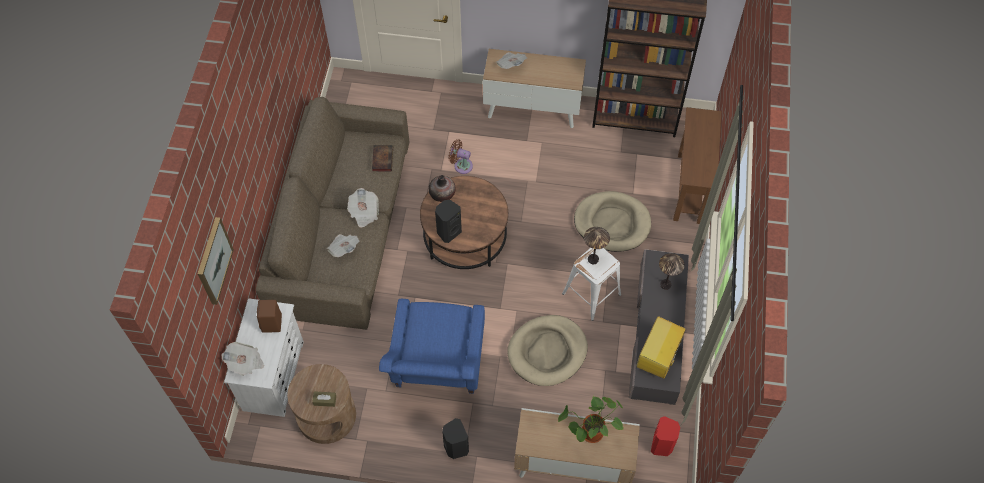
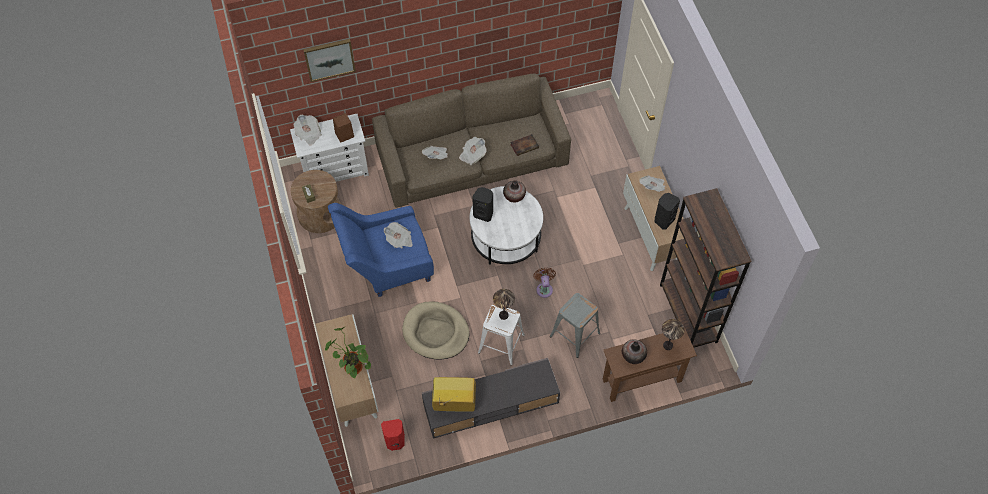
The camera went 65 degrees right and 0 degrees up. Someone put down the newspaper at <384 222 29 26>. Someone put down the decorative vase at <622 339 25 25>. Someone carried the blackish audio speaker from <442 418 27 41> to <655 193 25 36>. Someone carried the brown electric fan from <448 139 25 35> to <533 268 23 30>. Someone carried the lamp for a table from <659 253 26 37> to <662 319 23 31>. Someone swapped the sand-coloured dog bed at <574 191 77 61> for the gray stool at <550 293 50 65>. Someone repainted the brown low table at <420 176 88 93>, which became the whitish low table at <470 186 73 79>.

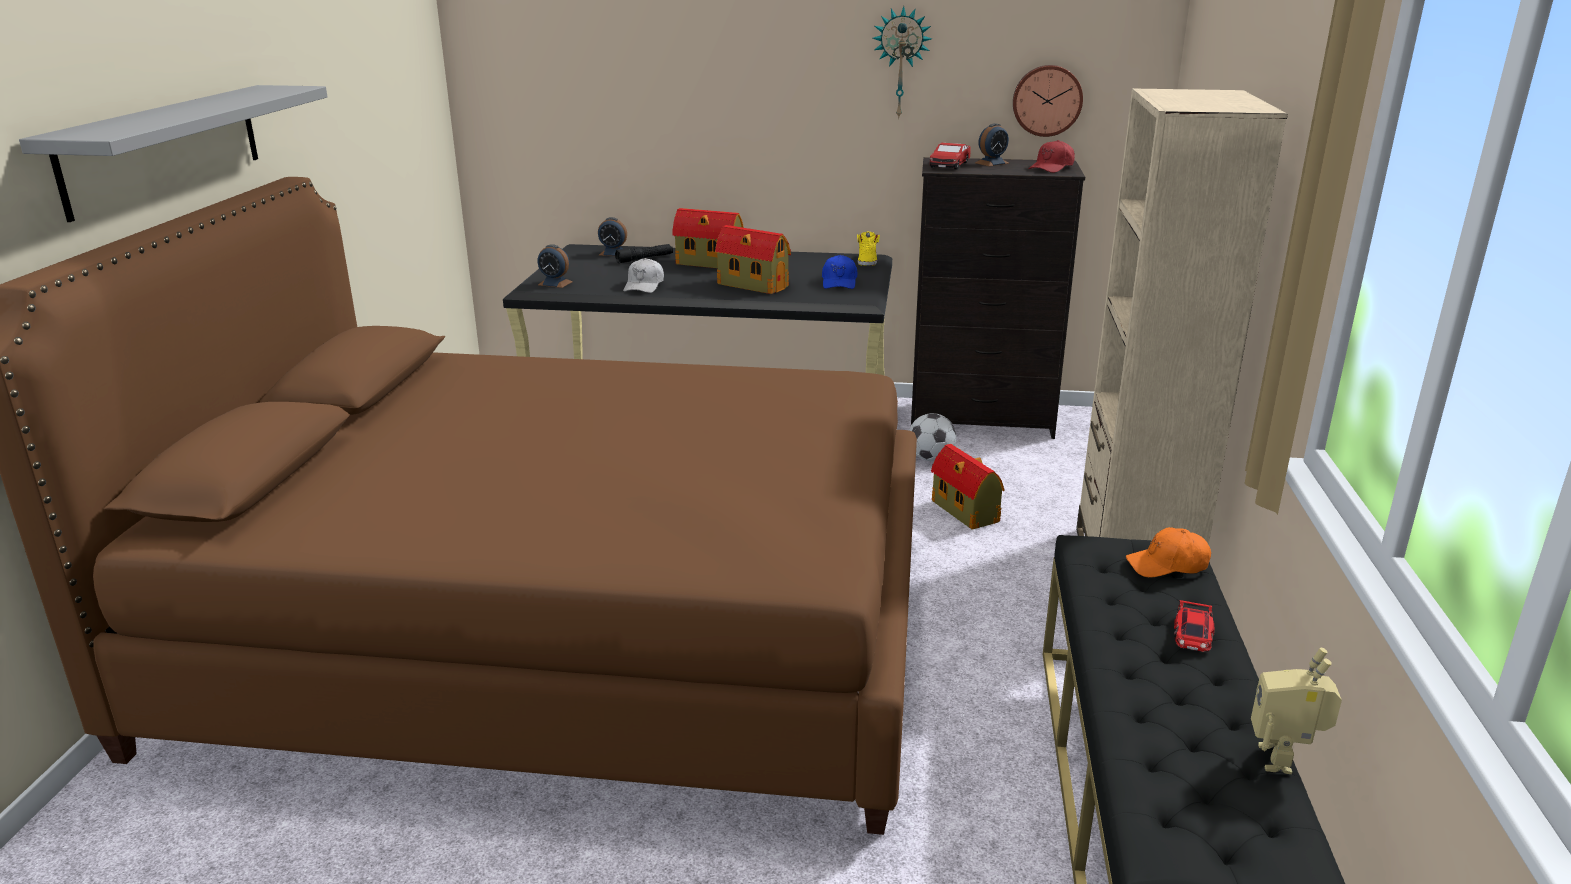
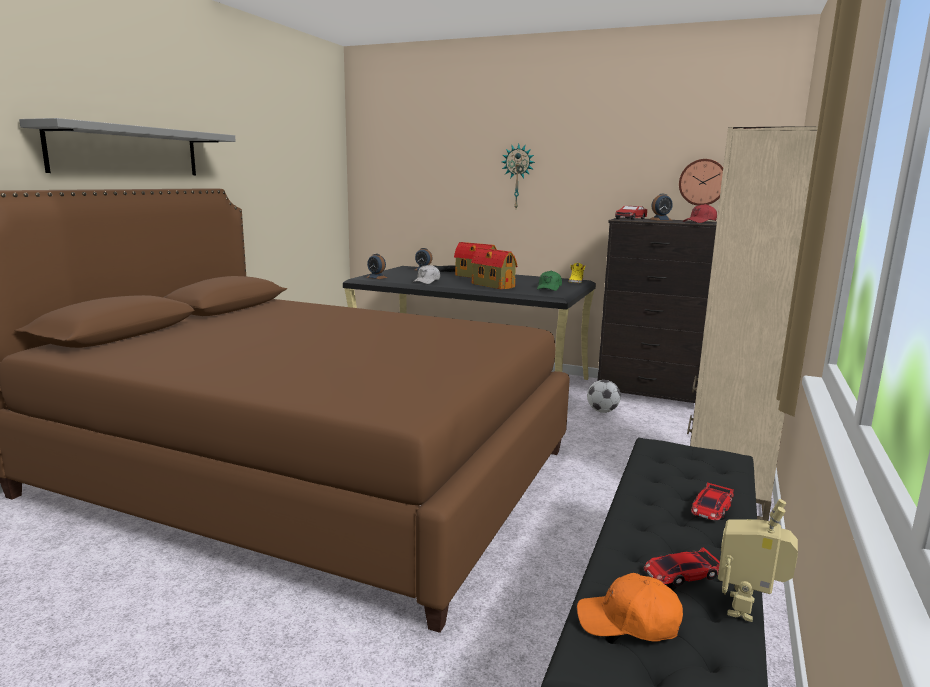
The camera went 15 degrees right and 10 degrees down. Someone took away the toy house at <931 444 74 86>. Someone put down the miniature car at <644 548 76 38>. Someone carried the hanging clock from <873 6 59 114> to <502 144 33 64>. Someone carried the orange peaked cap from <1126 527 85 50> to <577 573 106 69>. Someone repainted the blue peaked cap at <822 255 35 34>, which became the green peaked cap at <537 270 25 21>.

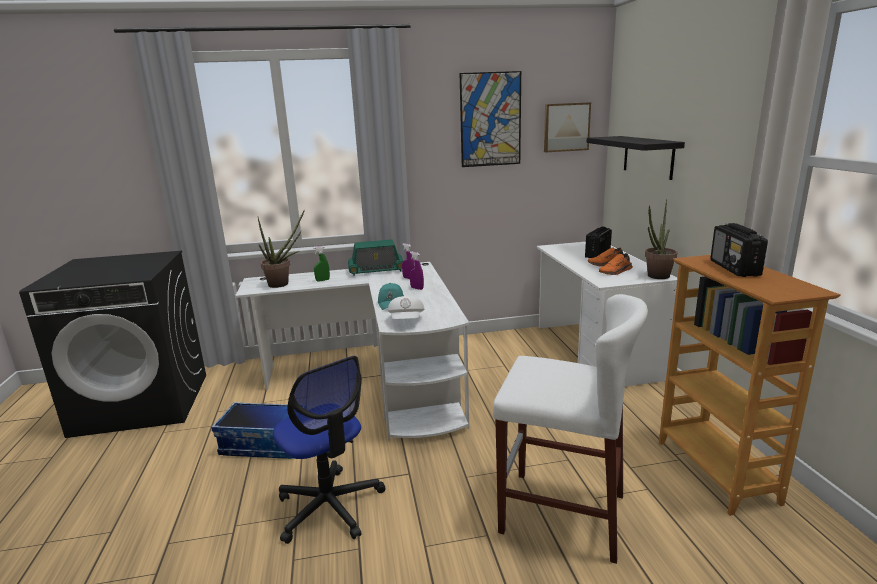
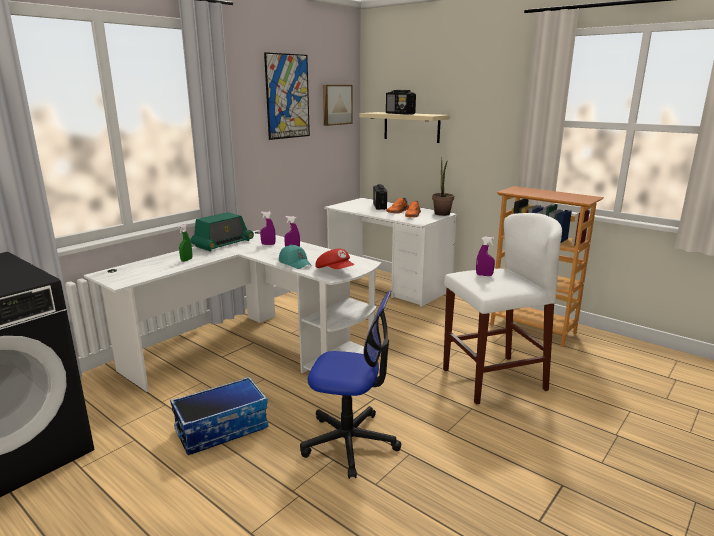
The camera went 40 degrees left and 0 degrees up. Someone took away the plant in a pot at <258 209 47 79>. Someone put down the purplish spray bottle at <476 237 19 39>. Someone carried the radio set from <710 223 58 54> to <386 90 30 25>. Someone repainted the whitish peaked cap at <388 296 36 23>, which became the reddish peaked cap at <316 248 39 21>. Someone repainted the blackish shelf at <586 136 99 44>, which became the sand-coloured shelf at <359 112 91 31>.

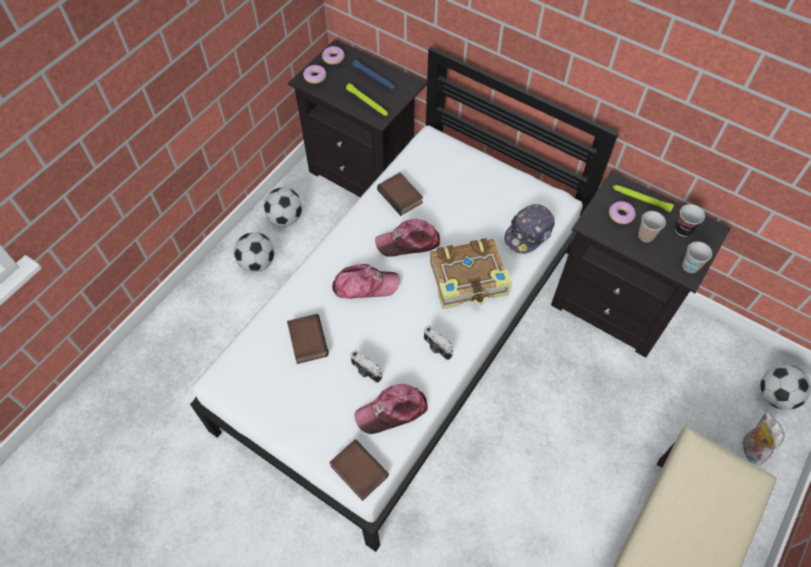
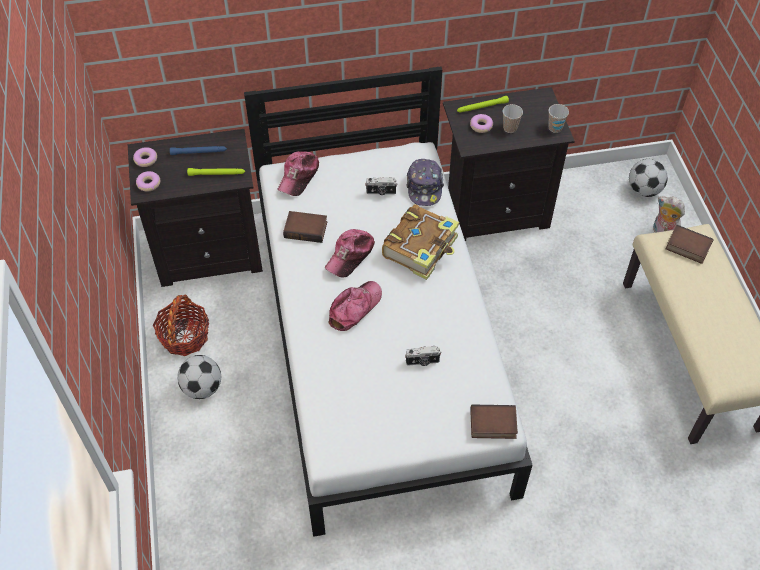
The camera went 45 degrees left and 5 degrees down. Someone took away the cup at <675 204 30 33>. Someone carried the bound book from <287 314 42 50> to <665 225 49 39>. Someone carried the peaked cap from <354 384 74 50> to <278 151 41 45>. Someone carried the photo camera from <424 326 29 34> to <365 177 33 18>. Someone swapped the football ball at <264 188 38 38> for the household basket at <153 295 56 61>.

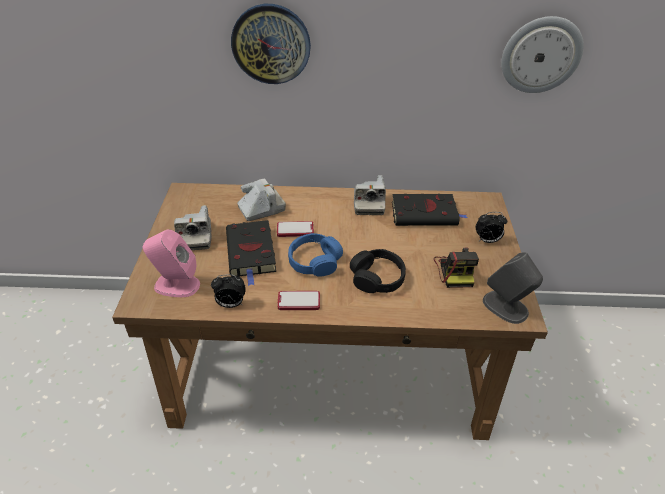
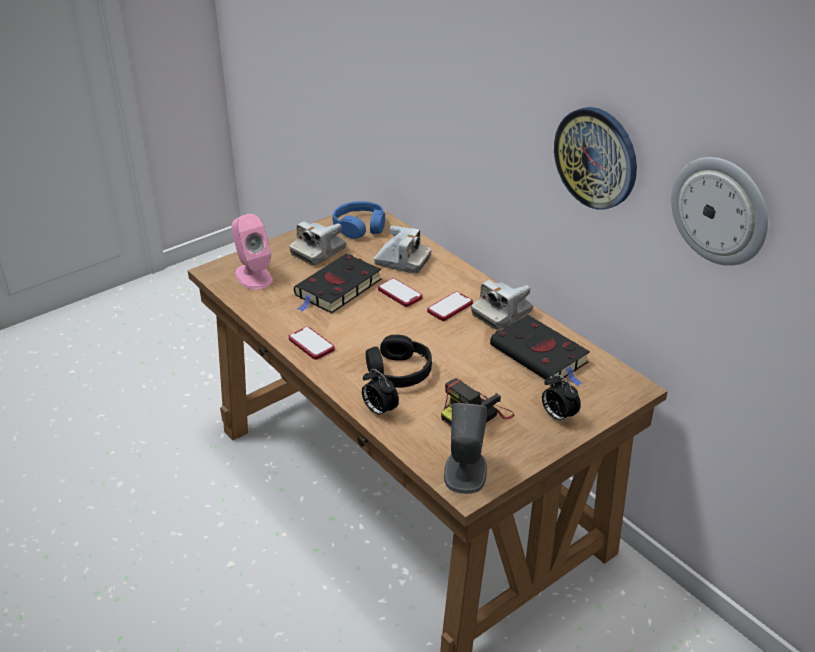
The camera went 50 degrees right and 5 degrees down. Someone put down the telephone at <427 291 46 30>. Someone carried the alarm clock from <211 275 35 33> to <362 369 37 49>. Someone carried the hanging clock from <231 4 80 80> to <554 107 83 103>. Someone carried the blue headphones from <288 233 55 44> to <333 201 52 38>.

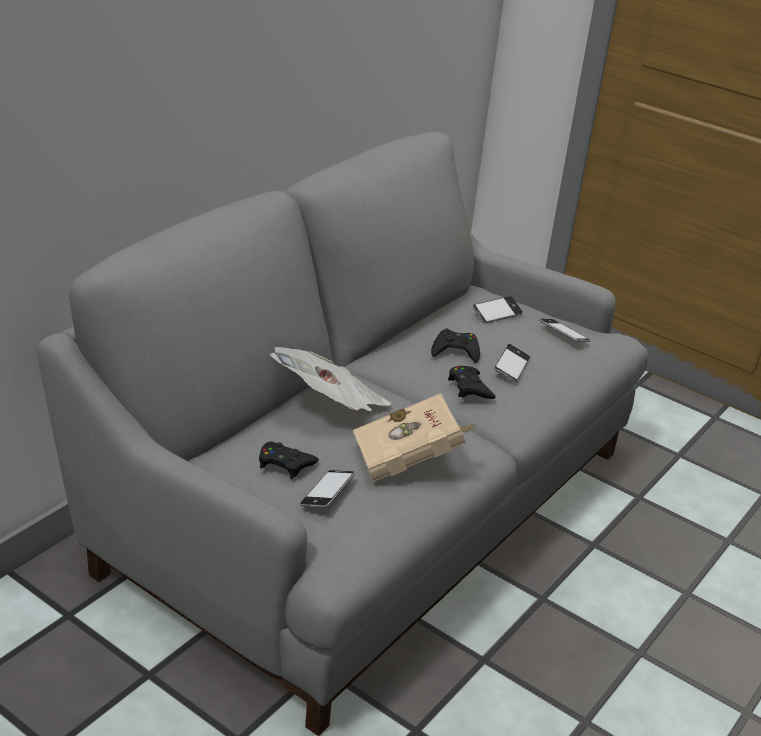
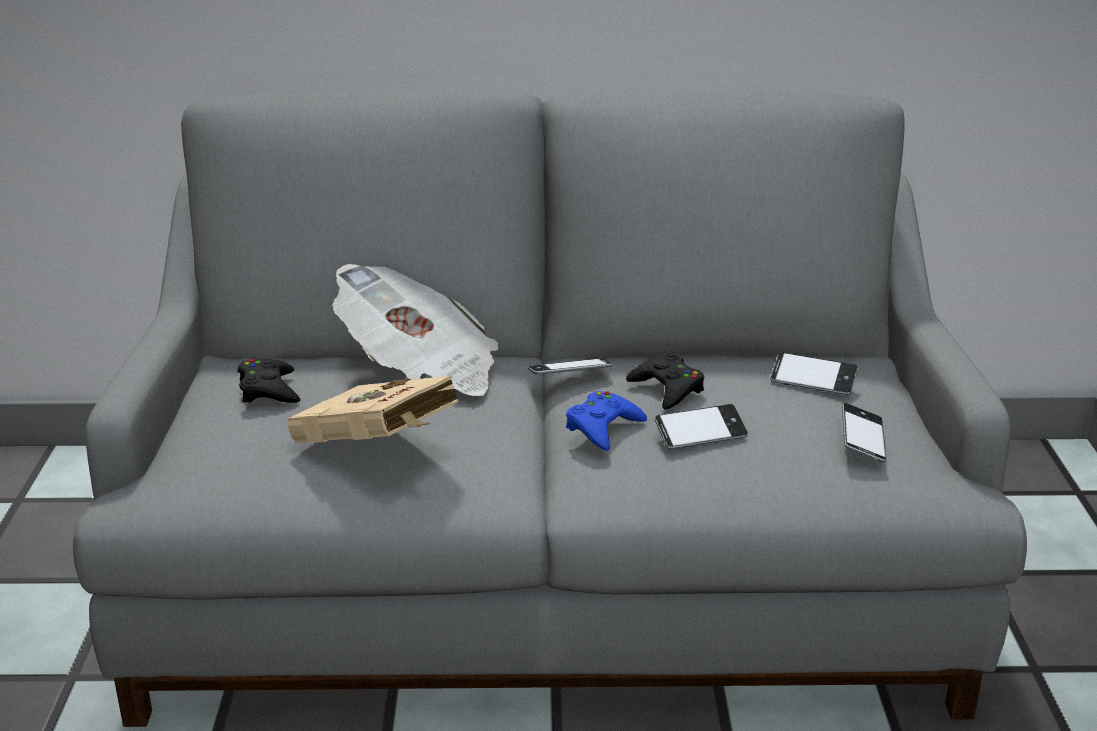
The camera went 55 degrees right and 5 degrees down. Someone carried the telephone from <300 470 55 38> to <528 358 84 16>. Someone repainted the blackish gamepad at <448 366 48 33>, which became the blue gamepad at <566 391 81 60>.

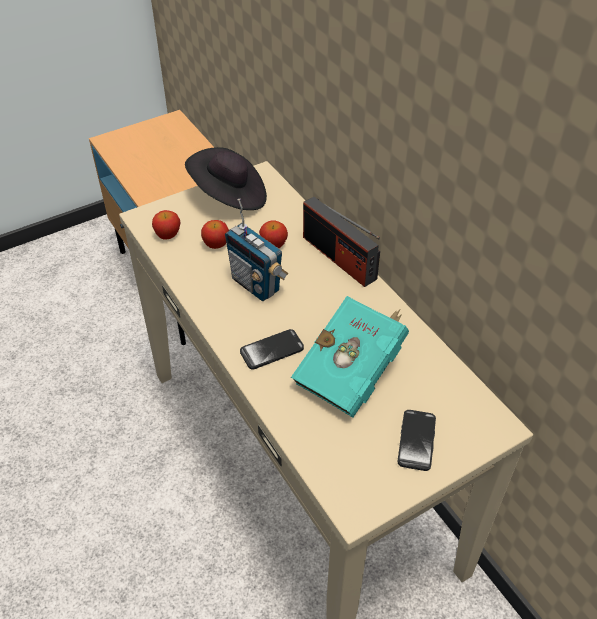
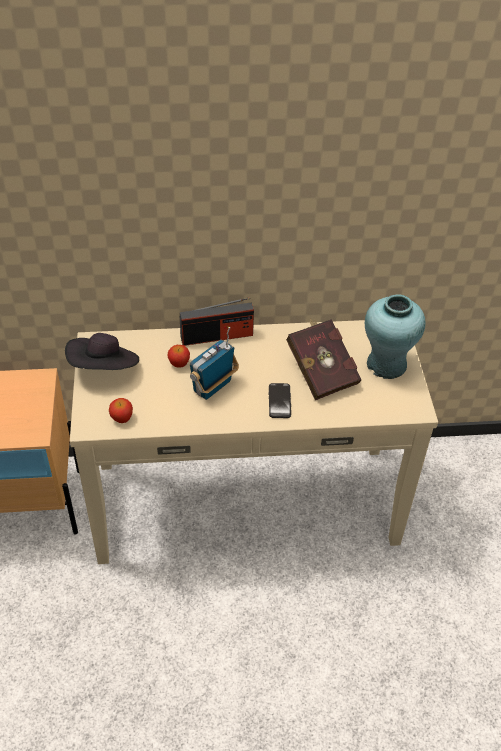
The camera went 65 degrees left and 0 degrees up. Someone took away the apple at <201 220 28 29>. Someone swapped the telephone at <397 410 39 61> for the turquoise decorative vase at <365 295 60 84>. Someone repainted the turquoise bound book at <291 296 118 122>, which became the reddish bound book at <286 318 75 82>. Someone rotated the radio set at <225 199 64 102> by 150 degrees clockwise.

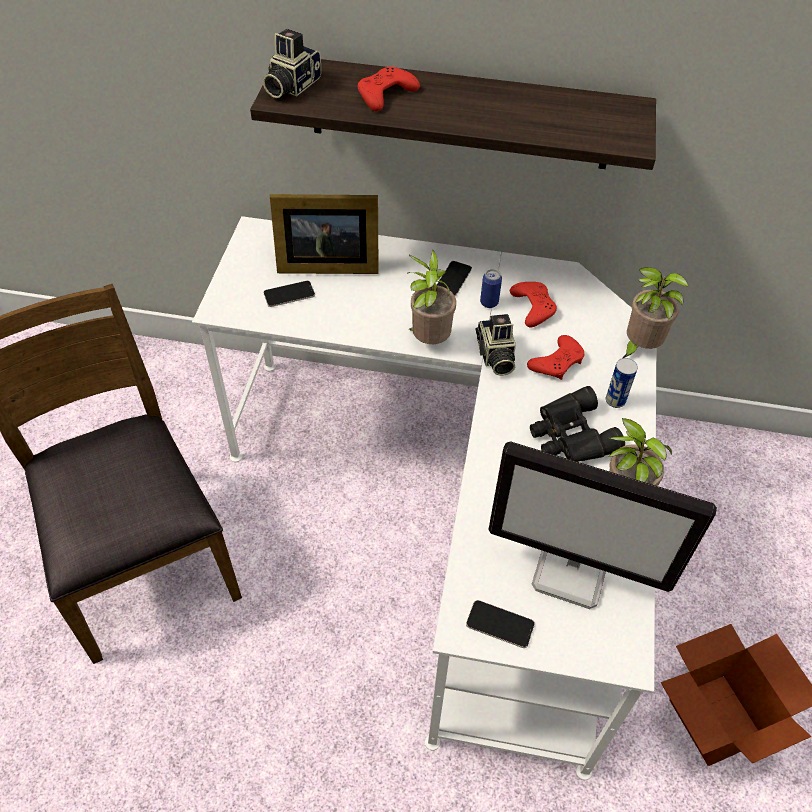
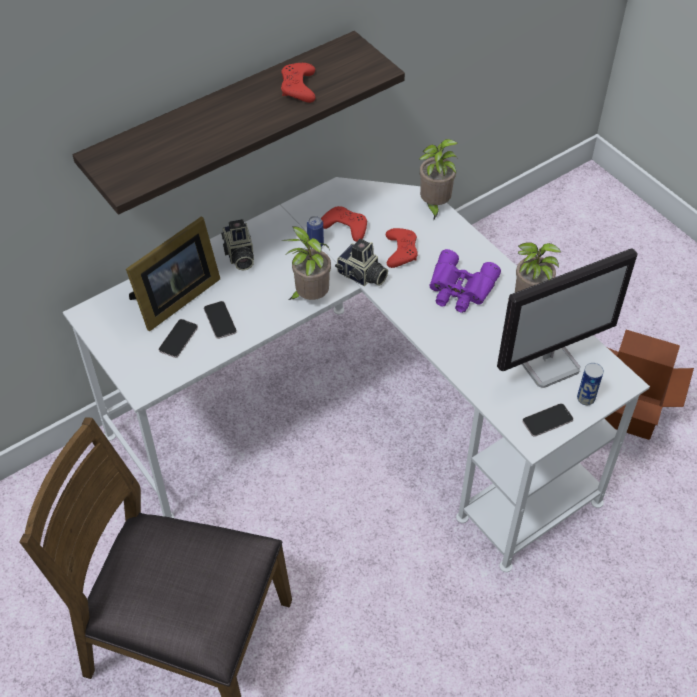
The camera went 45 degrees left and 0 degrees up. Someone carried the photo camera from <263 29 58 69> to <221 219 33 52>. Someone carried the reddish gamepad from <358 67 62 44> to <281 63 35 40>. Someone carried the telephone from <437 261 35 35> to <204 301 33 38>. Someone carried the metal can from <606 358 32 50> to <577 363 27 42>. Someone repainted the blackish field glasses at <530 386 95 76>, which became the purplish field glasses at <429 249 72 64>.

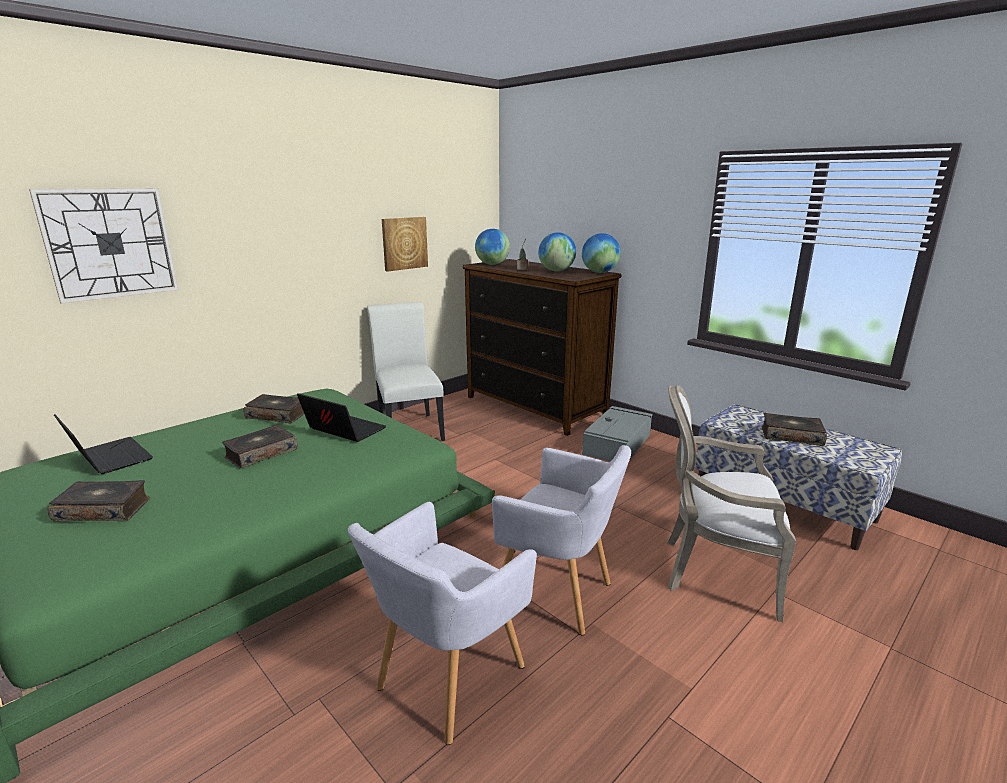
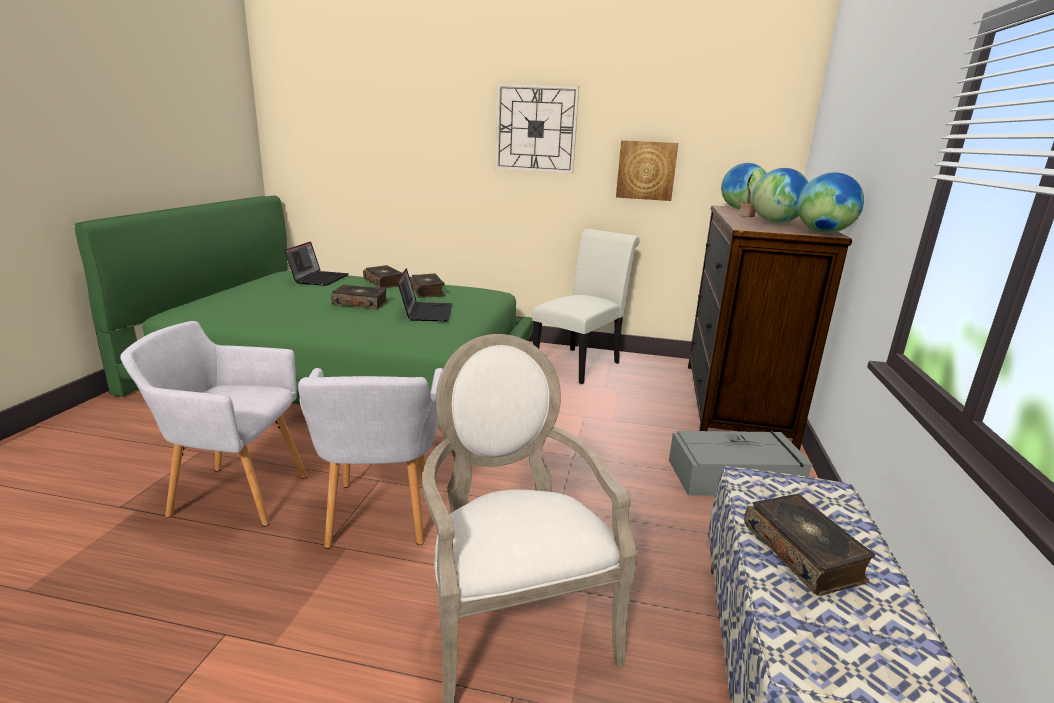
The camera went 55 degrees right and 0 degrees up. Someone carried the hanging clock from <29 188 150 116> to <495 84 84 90>. Someone carried the bound book from <47 480 103 42> to <363 265 39 23>.

